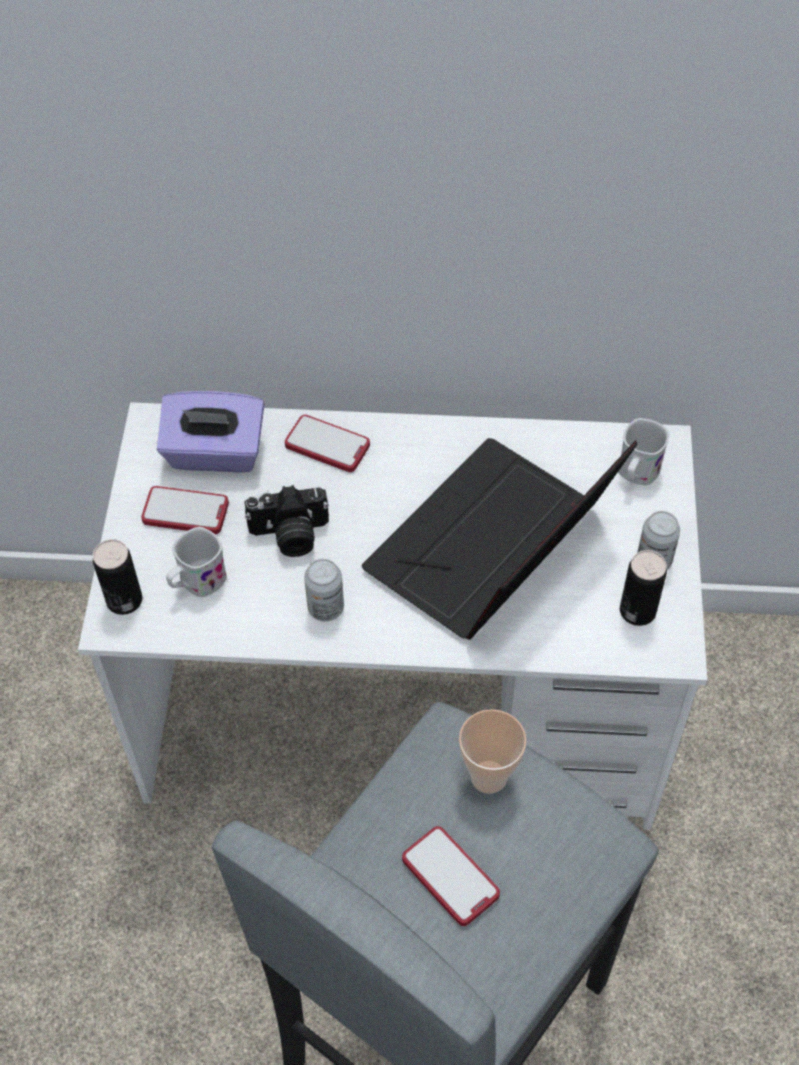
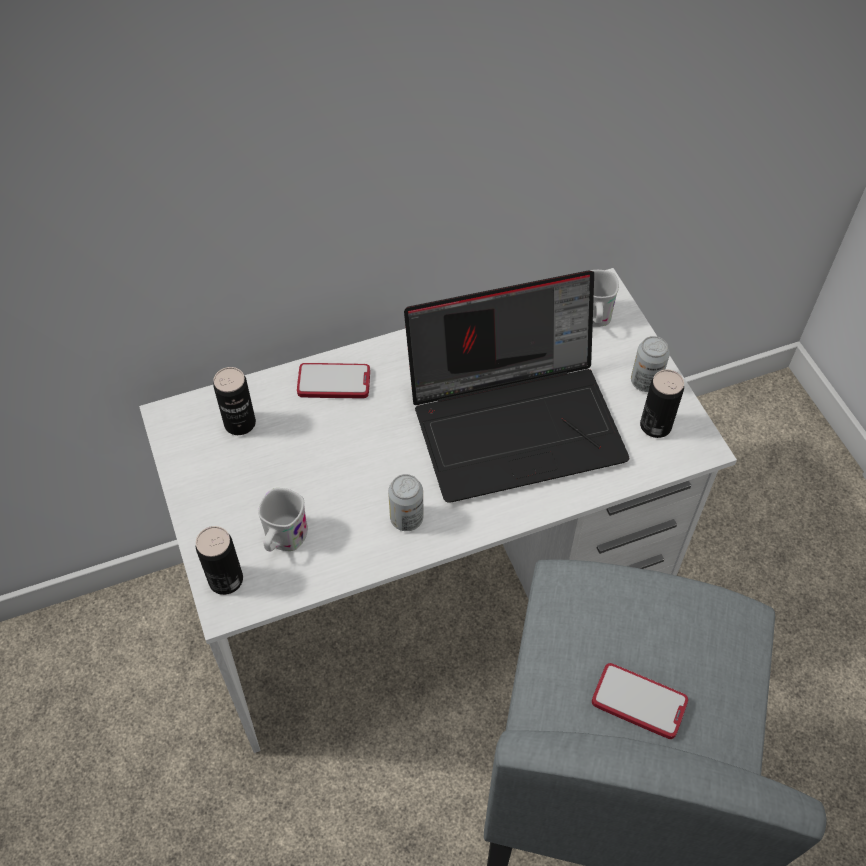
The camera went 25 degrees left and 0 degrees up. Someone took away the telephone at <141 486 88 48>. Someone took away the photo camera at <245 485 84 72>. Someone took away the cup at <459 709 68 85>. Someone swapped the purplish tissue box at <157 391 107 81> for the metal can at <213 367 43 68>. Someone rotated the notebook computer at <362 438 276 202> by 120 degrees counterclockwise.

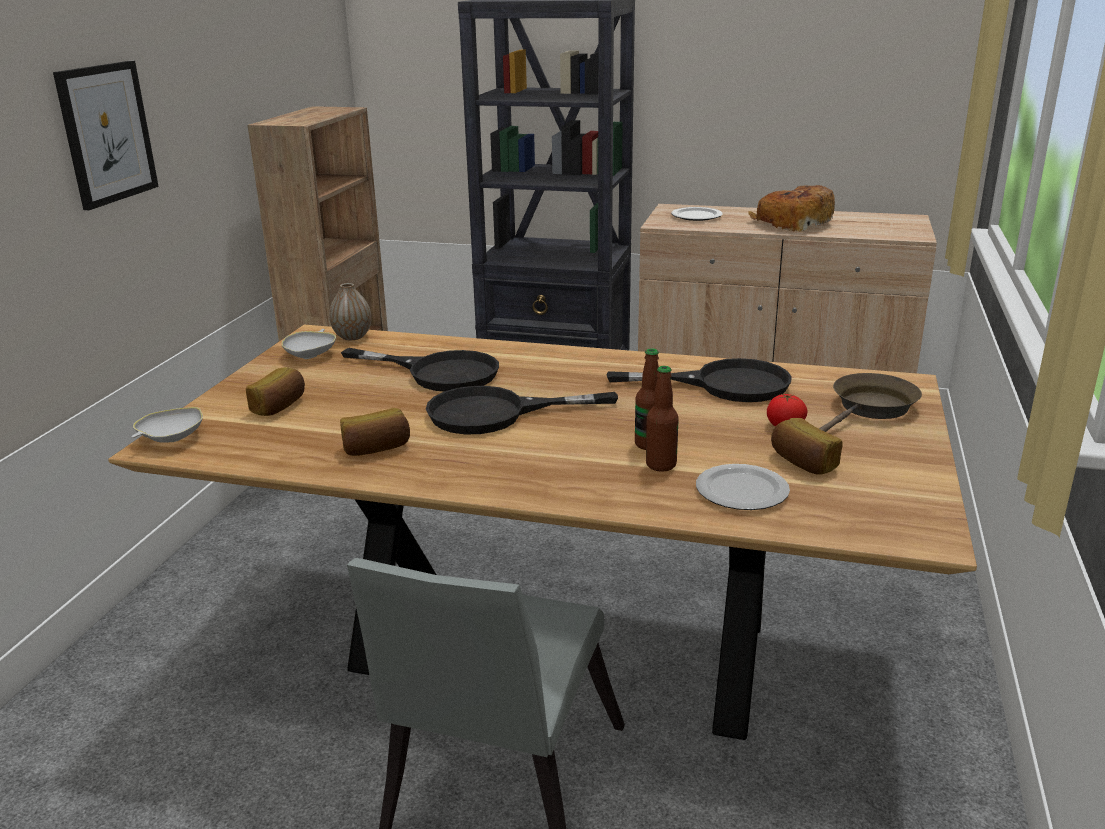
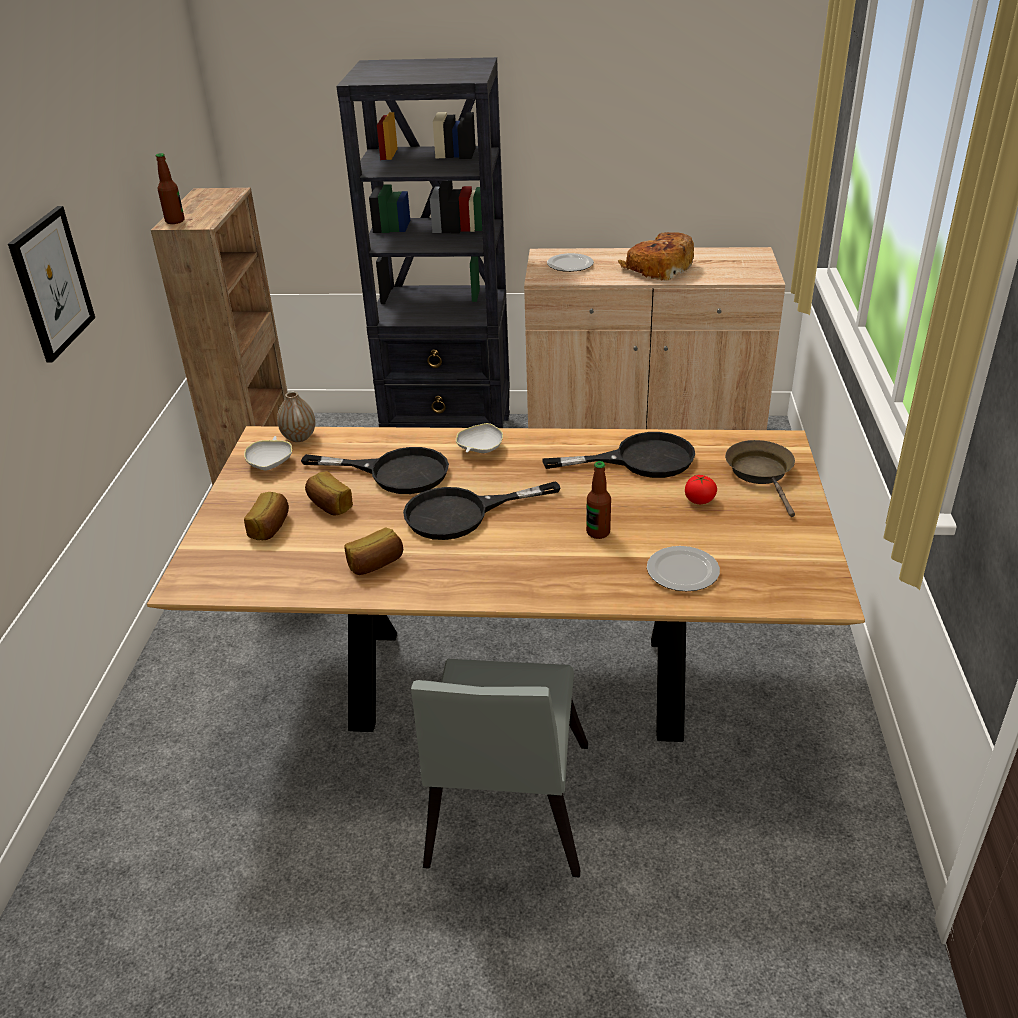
The camera went 10 degrees left and 10 degrees up. Someone carried the whitish serving bowl from <131 407 72 36> to <456 423 47 30>. Someone carried the bottle from <646 366 33 106> to <156 153 28 71>. Someone carried the baked bread from <771 418 72 57> to <305 471 48 44>. Someone rotated the brown pan at <819 373 103 59> by 45 degrees counterclockwise.

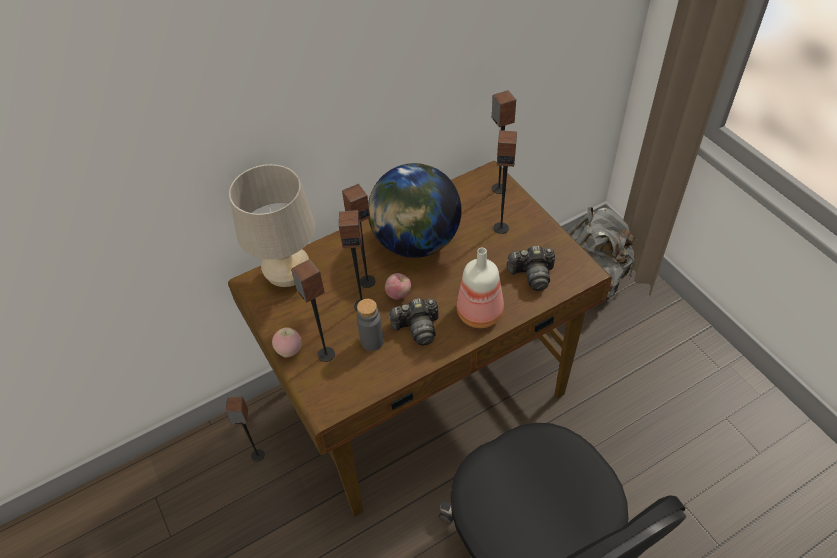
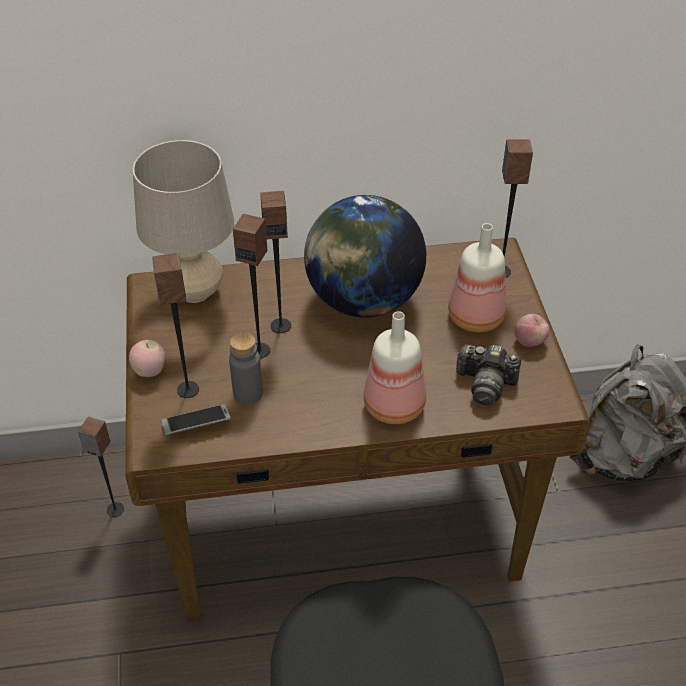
The camera went 20 degrees right and 5 degrees down. Someone took away the photo camera at <389 298 50 48>. Someone put down the telephone at <161 405 70 30>. Someone carried the apple from <385 273 27 26> to <514 314 36 33>. Someone swapped the audio speaker at <494 130 23 104> for the bottle at <448 223 59 109>.

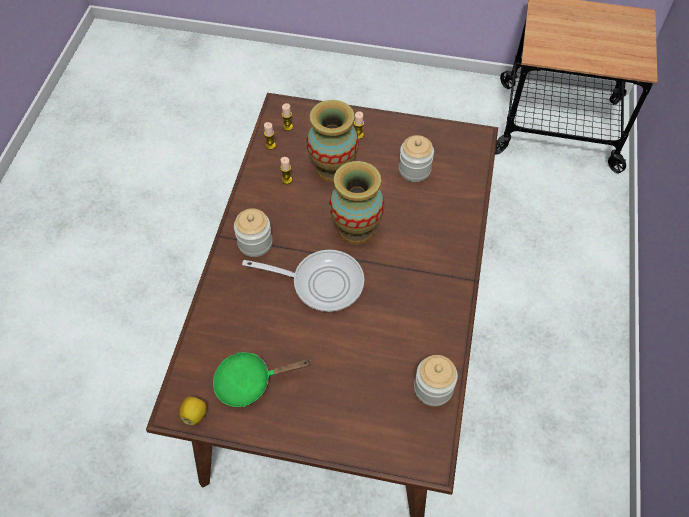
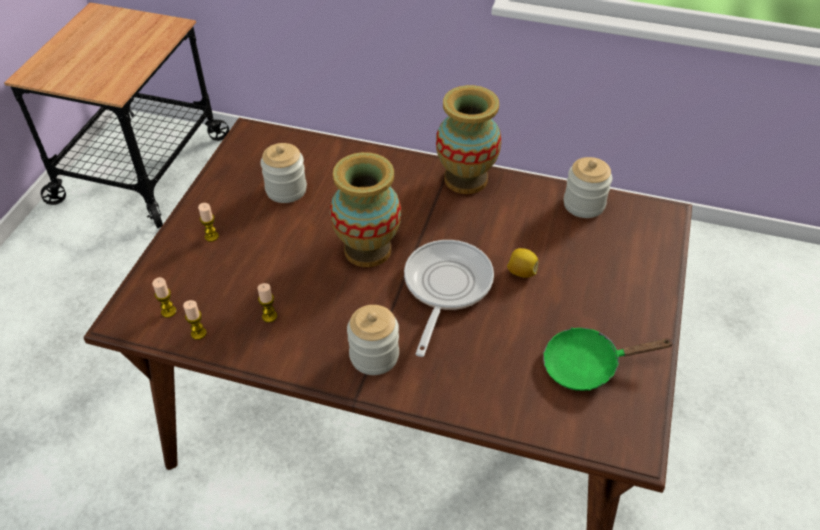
The camera went 85 degrees left and 10 degrees down. Someone carried the lemon from <179 397 28 28> to <507 248 31 30>. Someone carried the decorative vase from <307 100 52 82> to <436 85 65 109>. Someone rotated the green pan at <213 352 99 55> by 90 degrees clockwise.

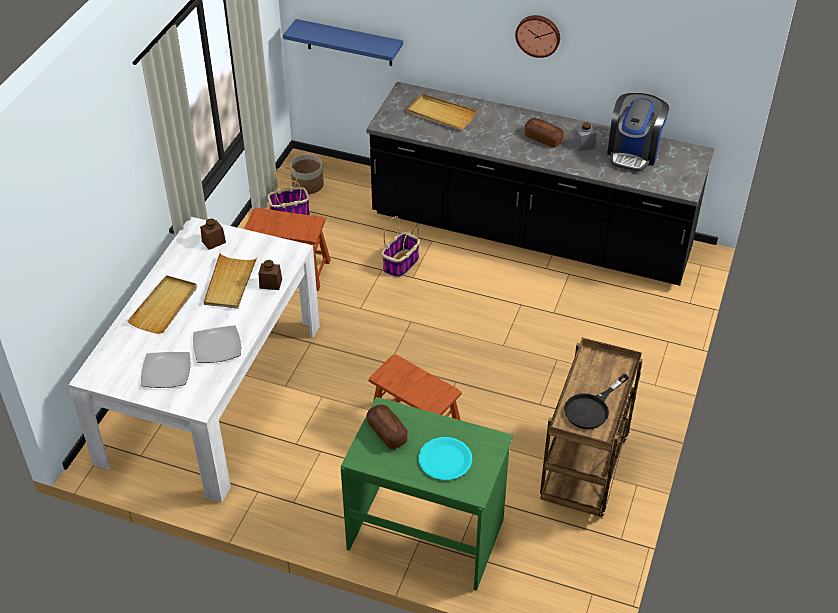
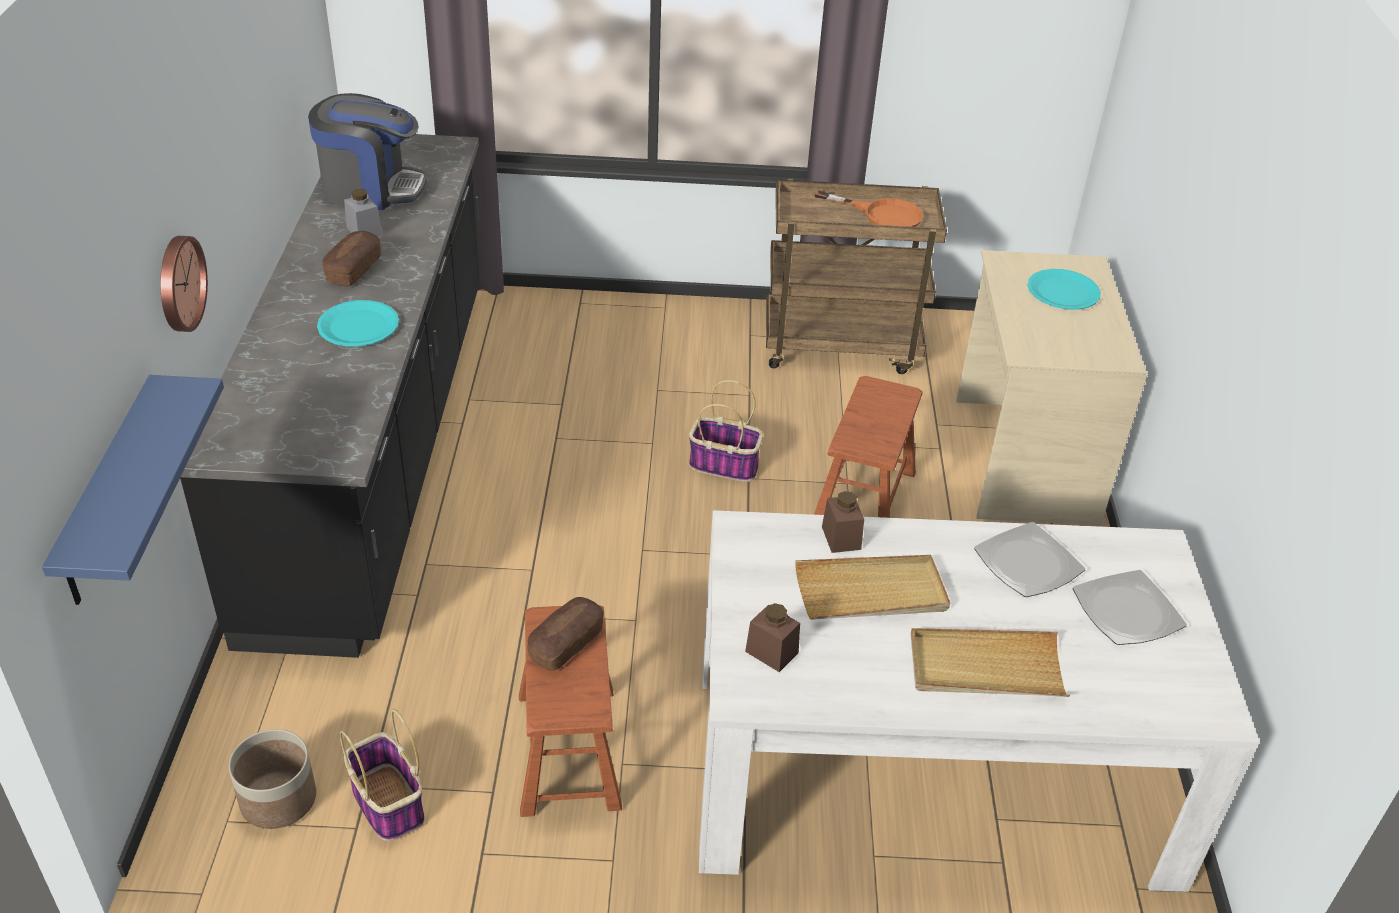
The camera went 110 degrees left and 5 degrees down. Someone took away the sand-coloured serving tray at <407 94 70 36>. Someone put down the turquoise plate at <317 300 82 47>. Someone carried the baked bread from <366 404 42 45> to <527 597 77 74>. Someone carried the household basket from <382 216 38 62> to <689 380 74 102>. Someone carried the hanging clock from <515 15 45 43> to <160 236 48 96>. Someone repainted the green desk at <341 397 172 193>, which became the sand-coloured desk at <956 250 192 275>. Someone repainted the blackish pan at <564 373 65 56>, which became the orange pan at <814 190 109 37>.

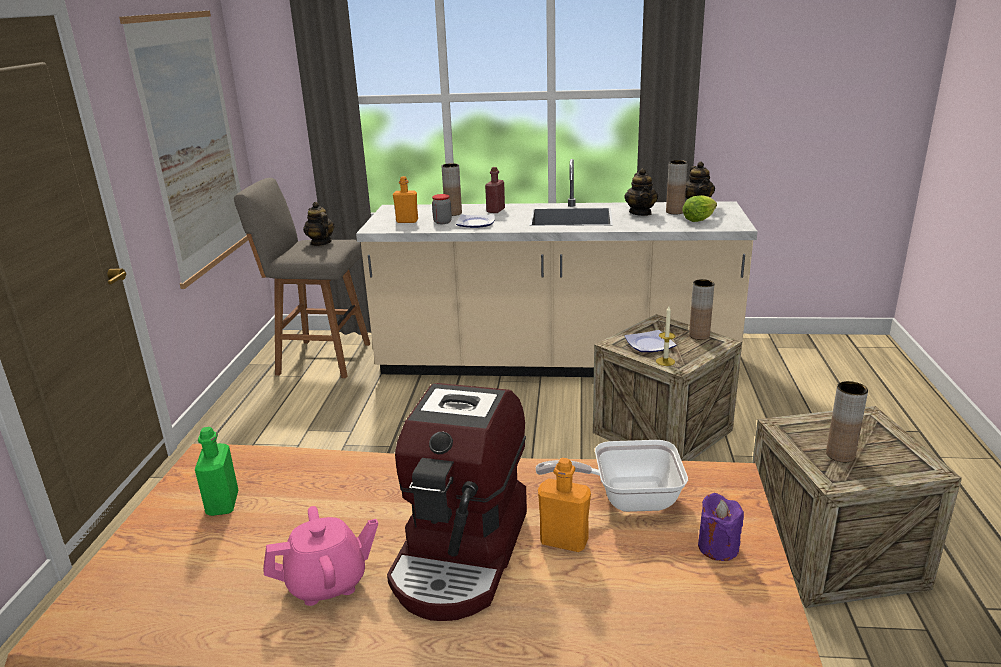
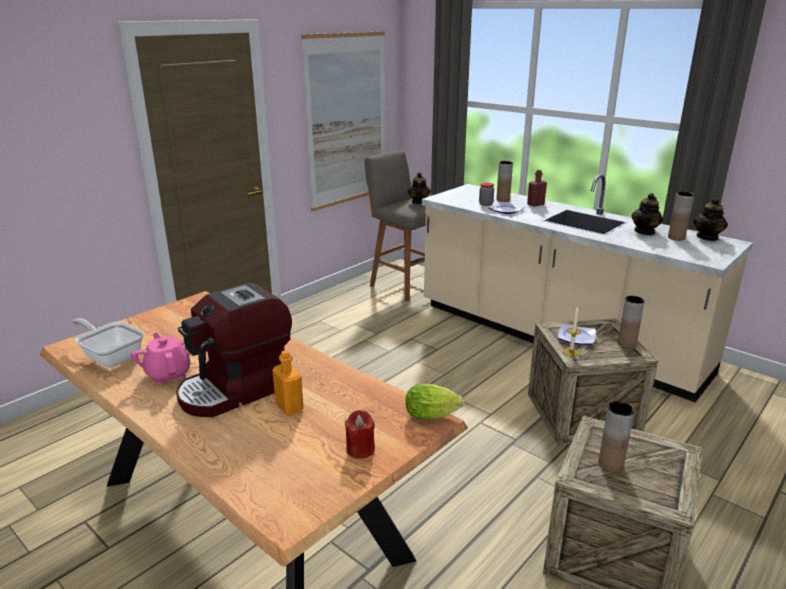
The camera went 35 degrees right and 0 degrees up. Someone took away the green bottle at <195 427 43 89>. Someone took away the orange bottle at <393 176 25 47>. Someone carried the pan from <536 440 152 72> to <73 318 71 50>. Someone carried the lettuce from <682 195 35 27> to <406 384 58 35>. Someone repainted the purplish wax candle at <698 493 46 68>, which became the reddish wax candle at <345 410 30 49>. Someone rotated the pink-coloured pot for tea at <263 506 115 100> by 135 degrees counterclockwise.

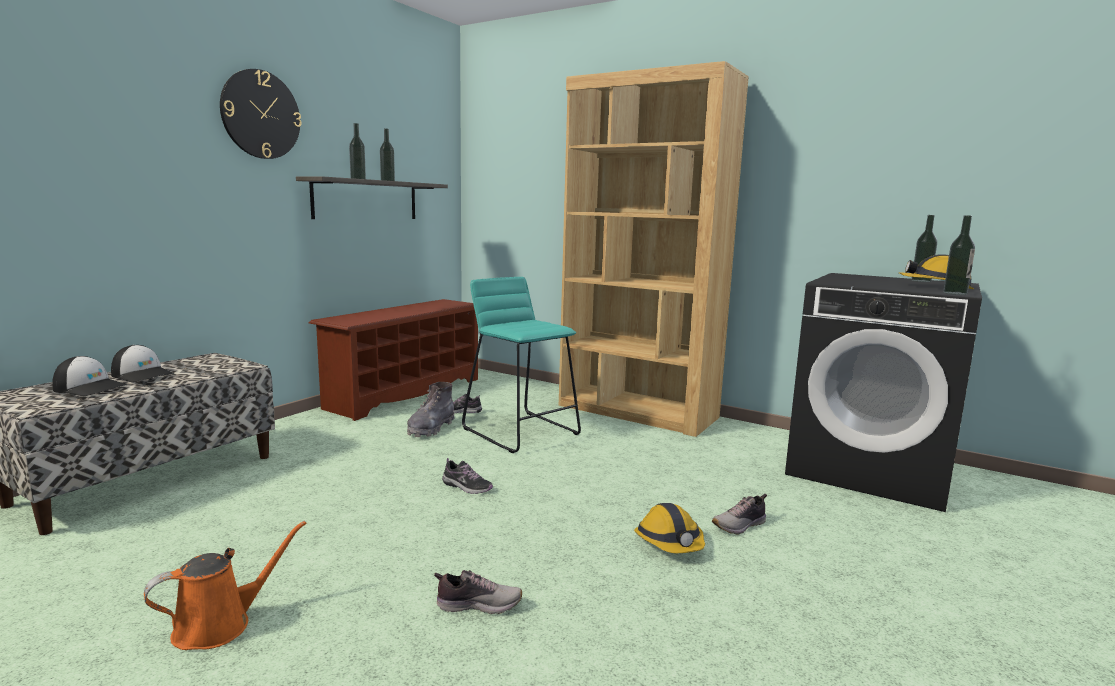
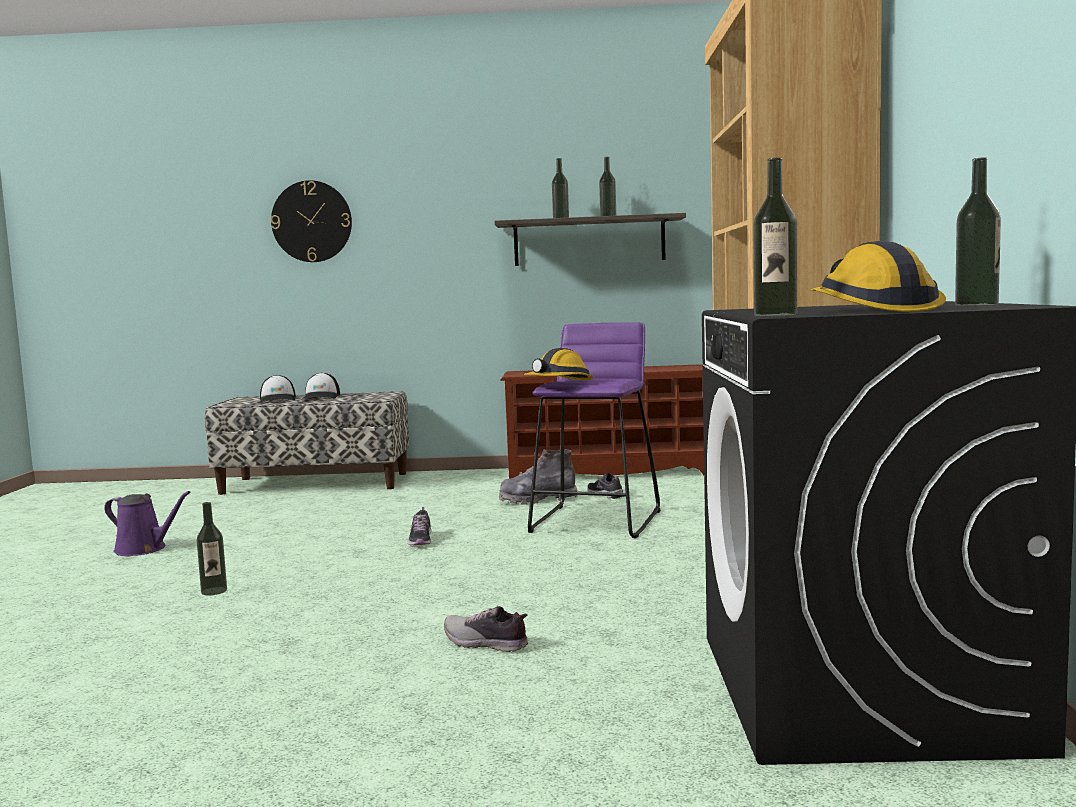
The camera went 60 degrees right and 5 degrees down. Someone carried the hanging clock from <220 69 82 90> to <271 180 81 82>. Someone carried the work helmet from <634 503 71 50> to <524 348 69 32>. Someone swapped the low shoe at <434 570 88 44> for the bottle at <197 502 30 93>. Someone repainted the orange watering pot at <144 521 163 129>, which became the purplish watering pot at <104 491 87 65>. Someone repainted the turquoise stool at <462 277 119 176>, which became the purplish stool at <528 322 132 216>.

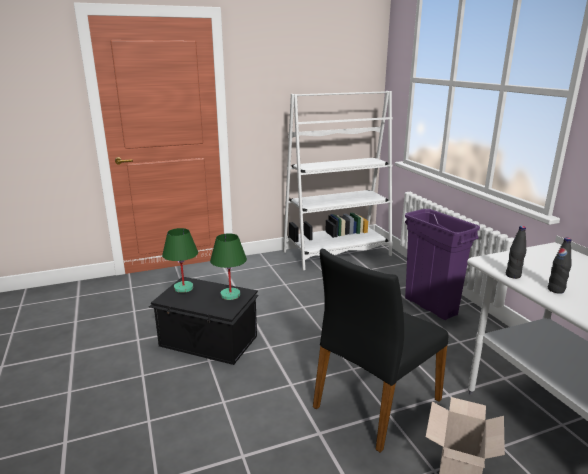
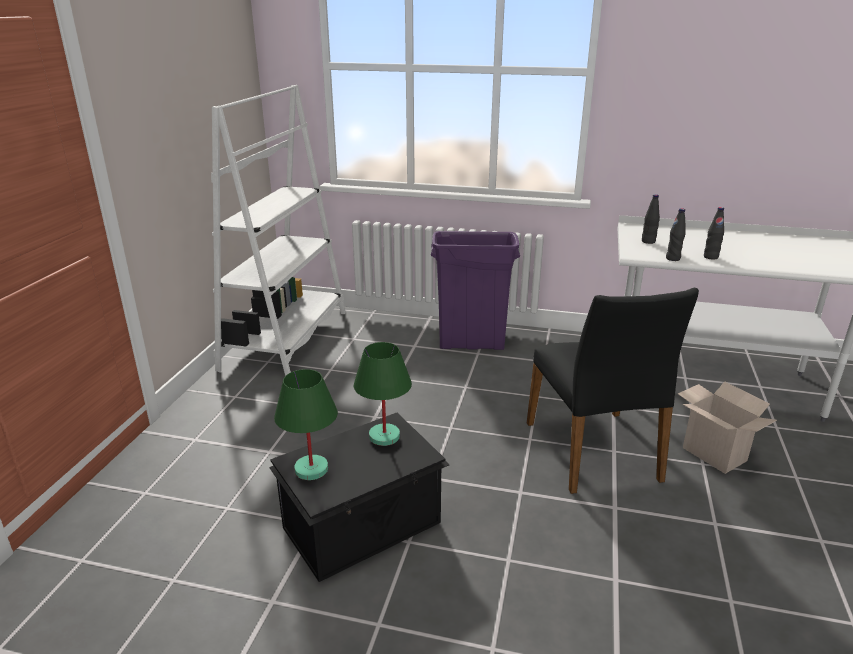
The camera went 55 degrees left and 5 degrees up. Someone put down the blackish bottle at <642 194 18 50>.

